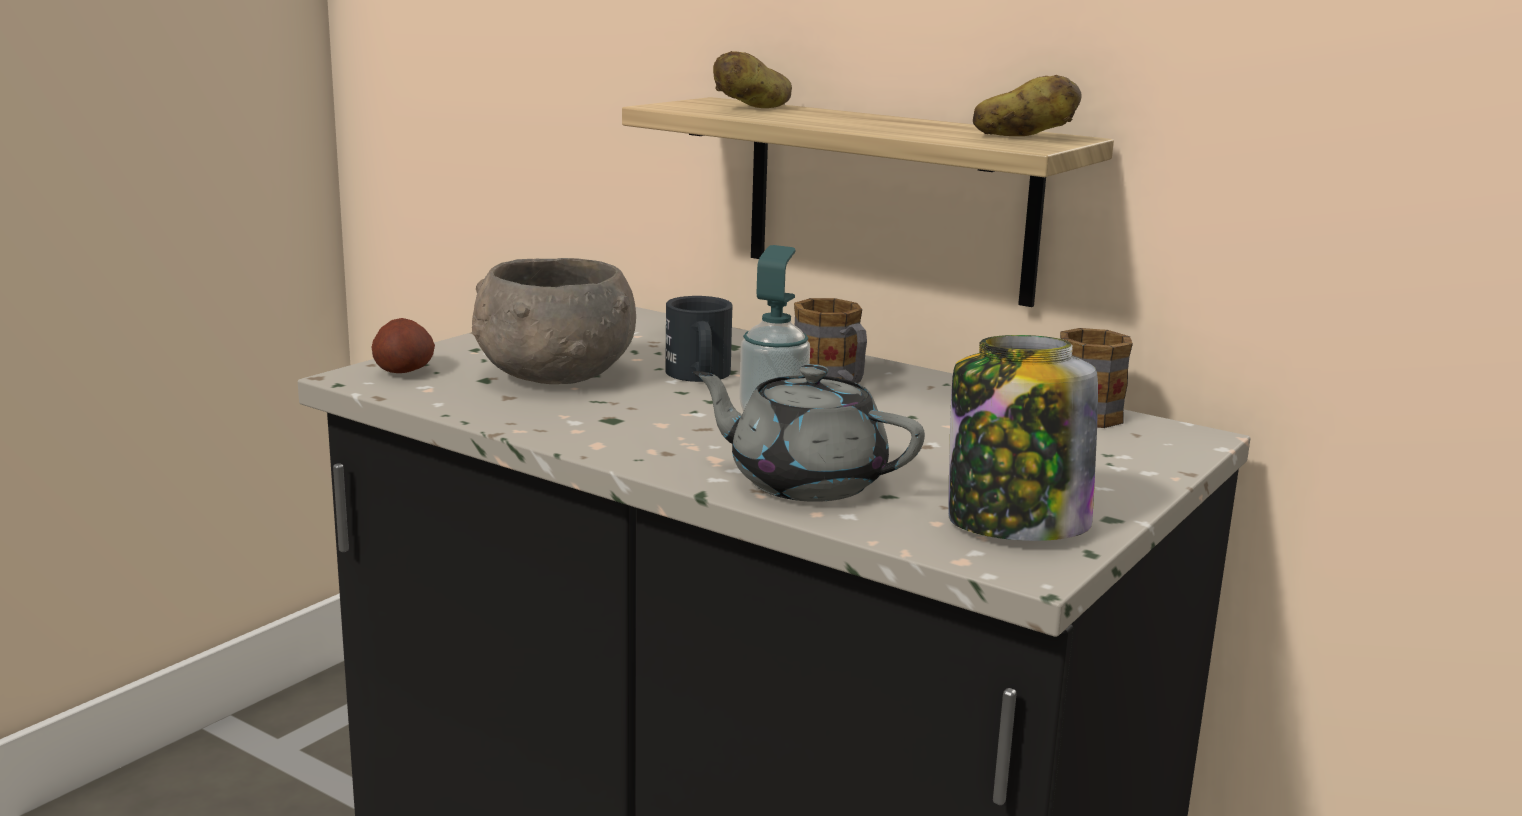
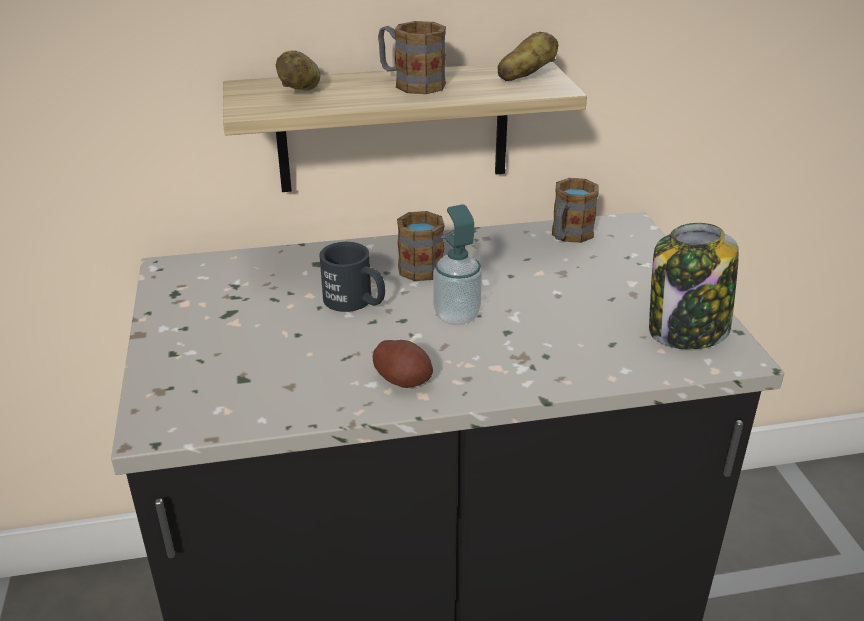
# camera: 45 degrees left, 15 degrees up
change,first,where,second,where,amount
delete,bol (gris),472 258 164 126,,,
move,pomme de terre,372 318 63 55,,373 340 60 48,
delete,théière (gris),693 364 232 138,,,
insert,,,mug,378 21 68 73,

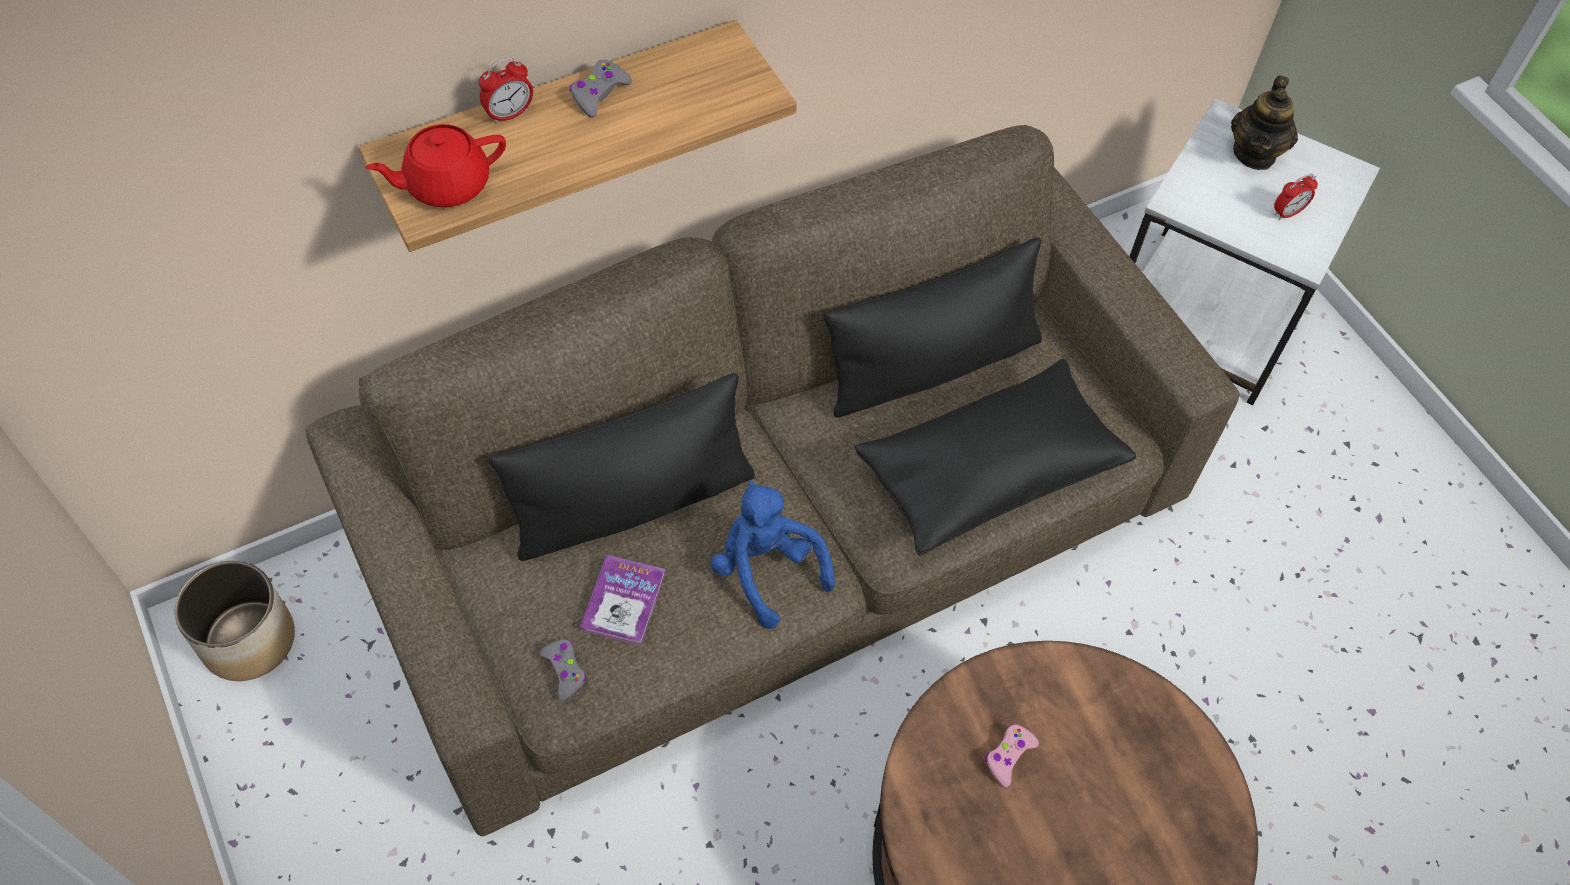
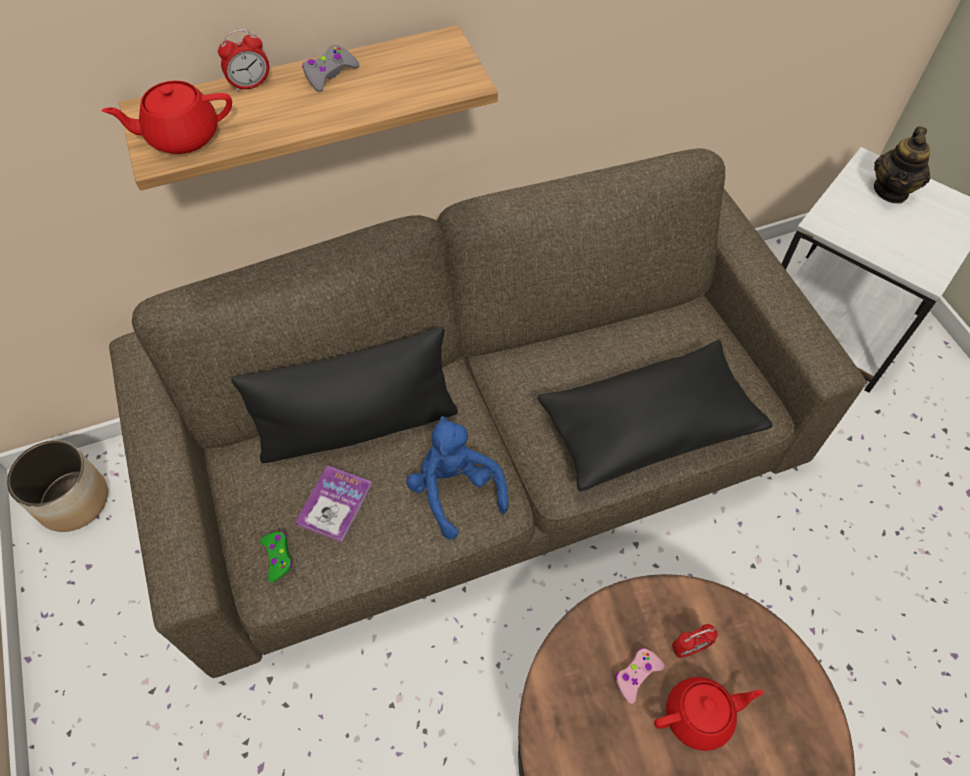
# camera: 10 degrees right, 0 degrees up
change,first,where,second,where,amount
move,réveil,1274 174 44 46,,672 624 46 34,
delete,coussin (noir),823 237 219 180,,,
recolor,manette (gris),540 640 46 61,manette (vert),260 532 33 50,
insert,,,théière (rouge),654 677 110 74,

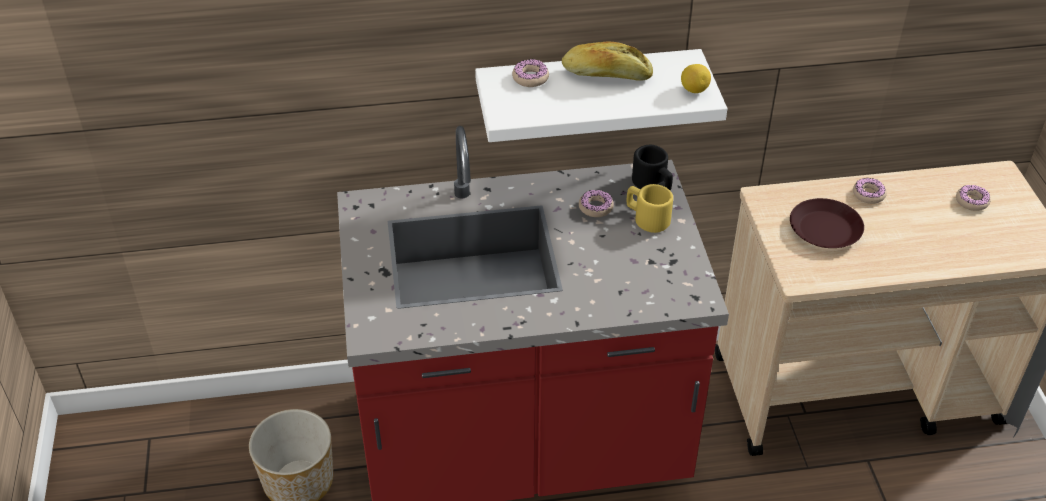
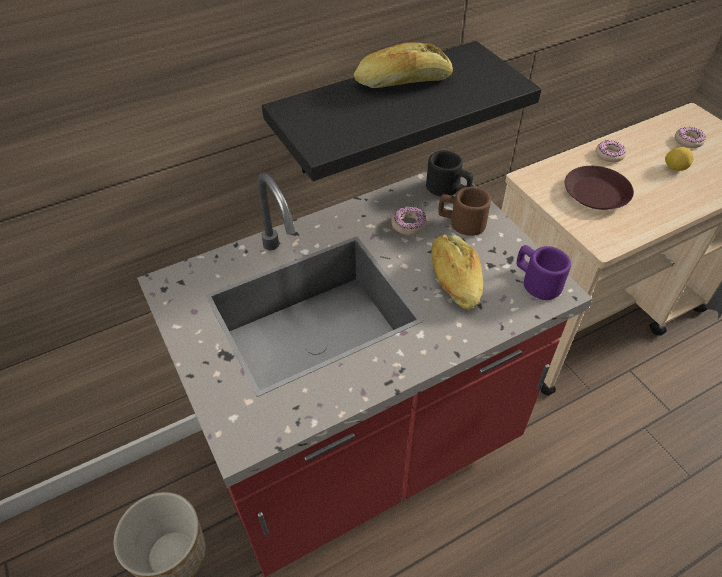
# camera: 20 degrees left, 5 degrees up
change,first,where,second,where,amount
recolor,étagère (blanc),475 49 252 93,étagère (noir),262 41 280 140,
delete,beignet,512 59 37 28,,,
move,citron,681 64 30 29,,665 147 29 24,
recolor,mug (jaune),627 184 46 49,mug (marron),439 187 52 49,
insert,,,pain,432 235 51 75,
insert,,,mug (violet),517 245 54 55,

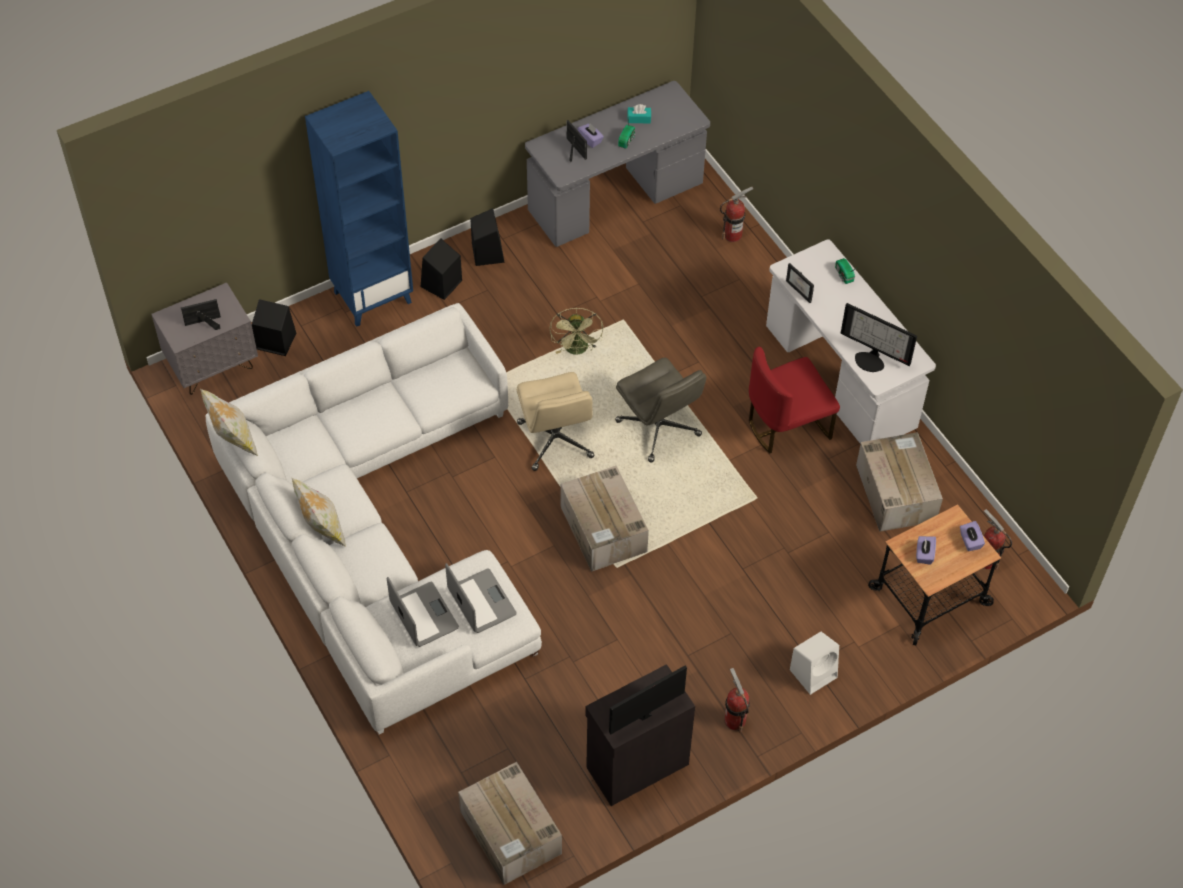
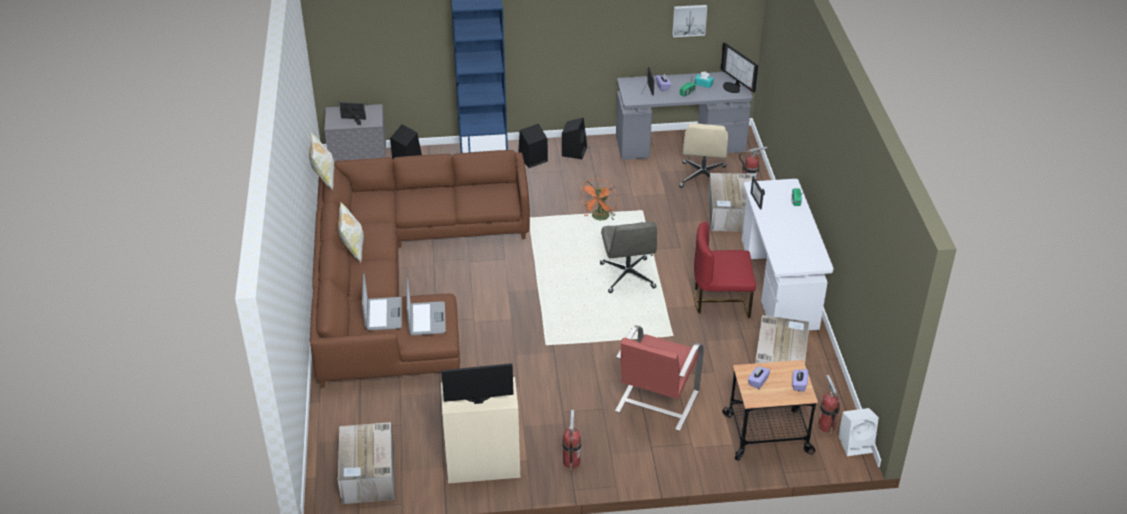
# camera: 25 degrees right, 15 degrees down
change,first,where,second,where,amount
recolor,canapé (blanc),206 303 336 432,canapé (marron),310 150 220 238,
move,écran d'ordinateur,841 303 76 69,,721 42 37 51,
recolor,ventilateur (vert),549 308 54 47,ventilateur (orange),579 178 39 43,
move,chaise de bureau (beige),517 372 77 99,,679 123 49 65,
move,carton,560 466 89 106,,708 173 44 59,
move,enceinte (blanc),790 632 49 63,,838 408 41 48,
recolor,meuble de rangement (noir),585 664 110 142,meuble de rangement (beige),441 377 79 106,
insert,,,tableau,672 5 35 32,
insert,,,fauteuil (rouge),615 325 89 106,

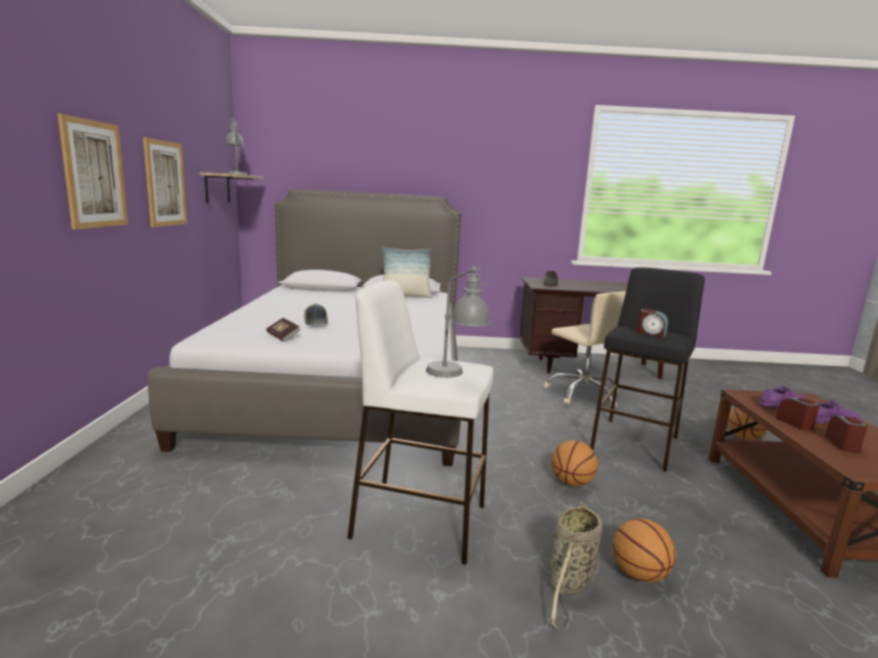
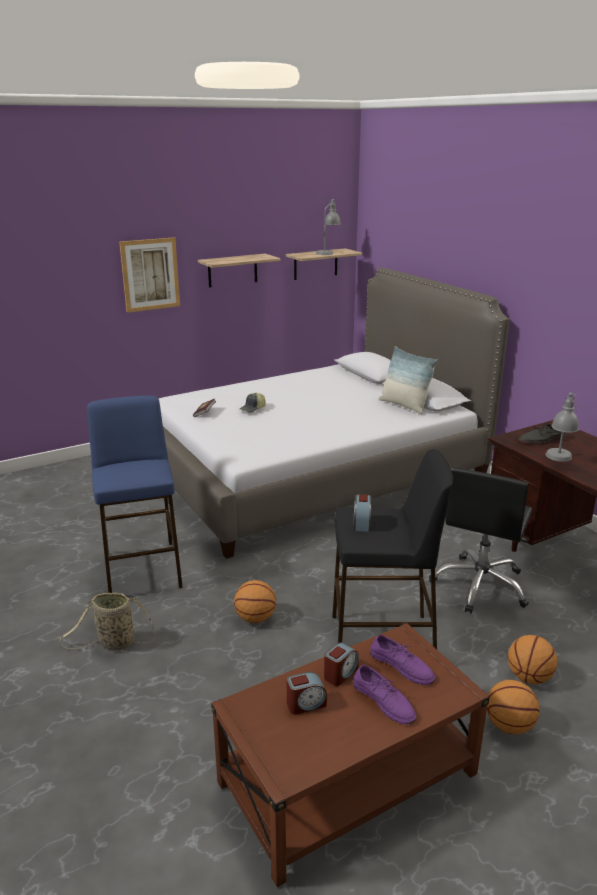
# camera: 60 degrees right, 10 degrees up
change,first,where,second,where,amount
replace,tableau,143 137 44 91,étagère,198 254 83 34,
move,lampe de table (gris),426 266 64 112,,545 392 34 70,
recolor,tabouret (blanc),347 280 146 285,tabouret (bleu),87 396 96 197,
recolor,chaise de bureau (beige),544 291 82 116,chaise de bureau (noir),429 468 103 145,
move,ballon de basket,612 518 64 65,,508 635 49 49,

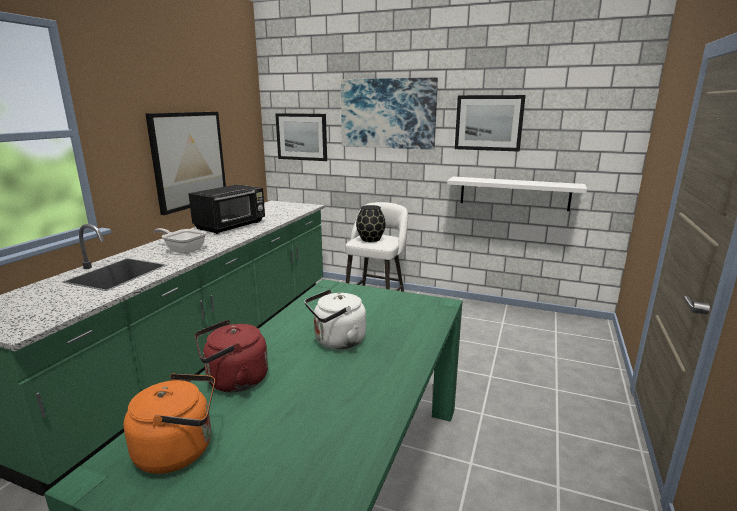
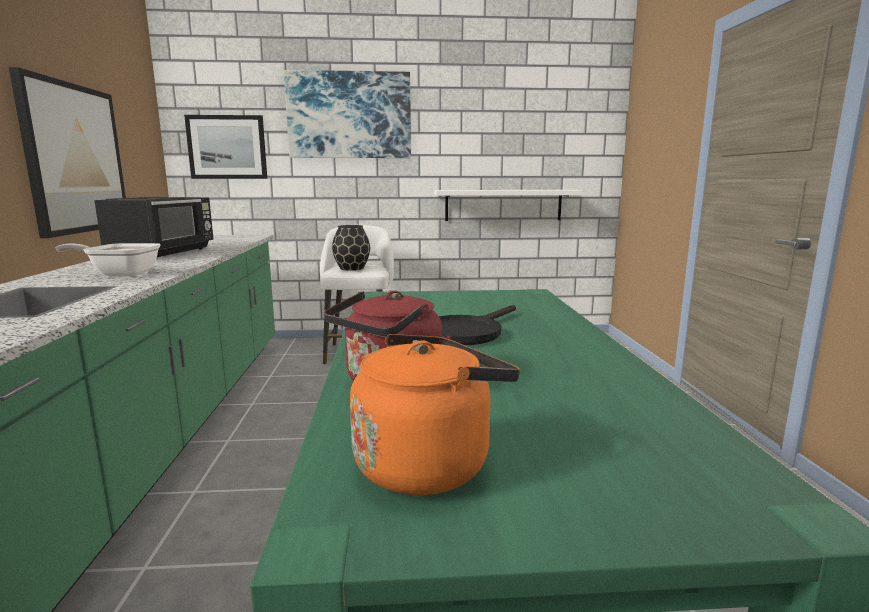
# camera: 25 degrees left, 5 degrees down
change,first,where,second,where,amount
delete,tableau,455 95 71 57,,,
replace,bouilloire (blanc),304 289 62 60,poêle (noir),439 305 77 40,

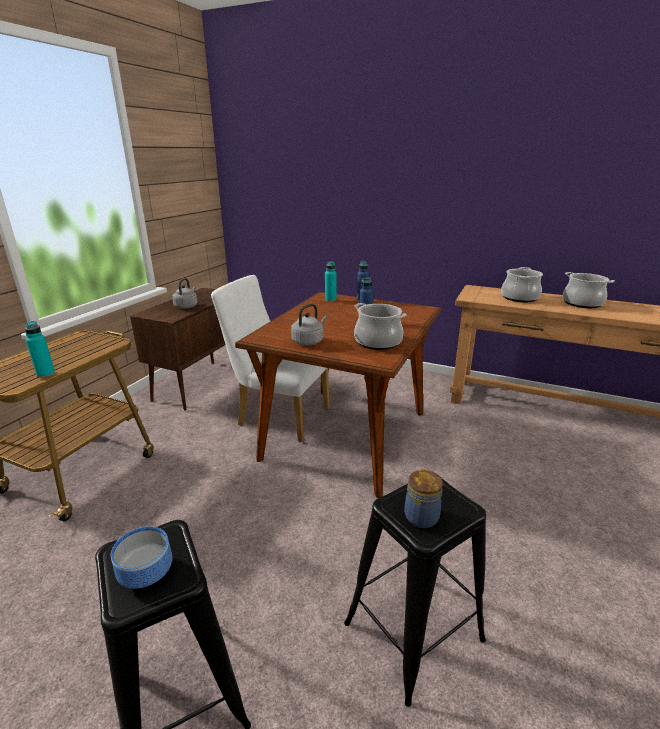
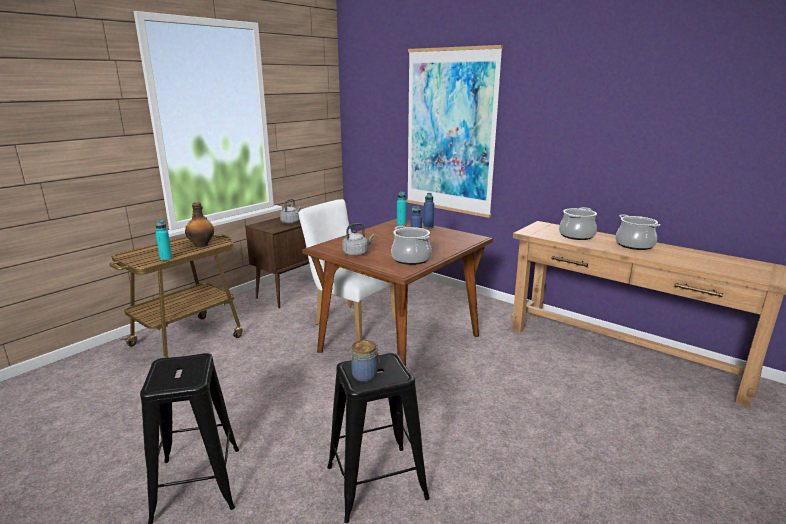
# camera: 15 degrees right, 5 degrees down
change,first,where,second,where,amount
delete,bol,111 526 61 63,,,
insert,,,tableau,407 45 96 173,
insert,,,bouteille,185 202 29 46,

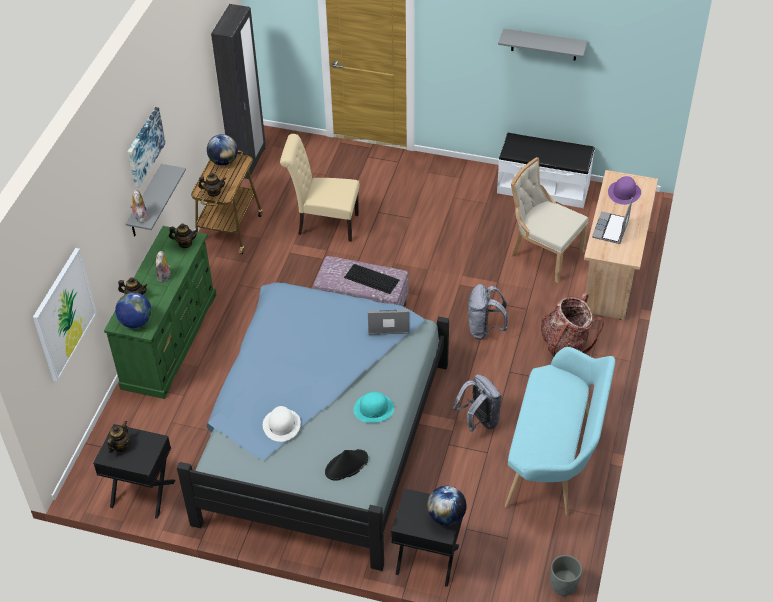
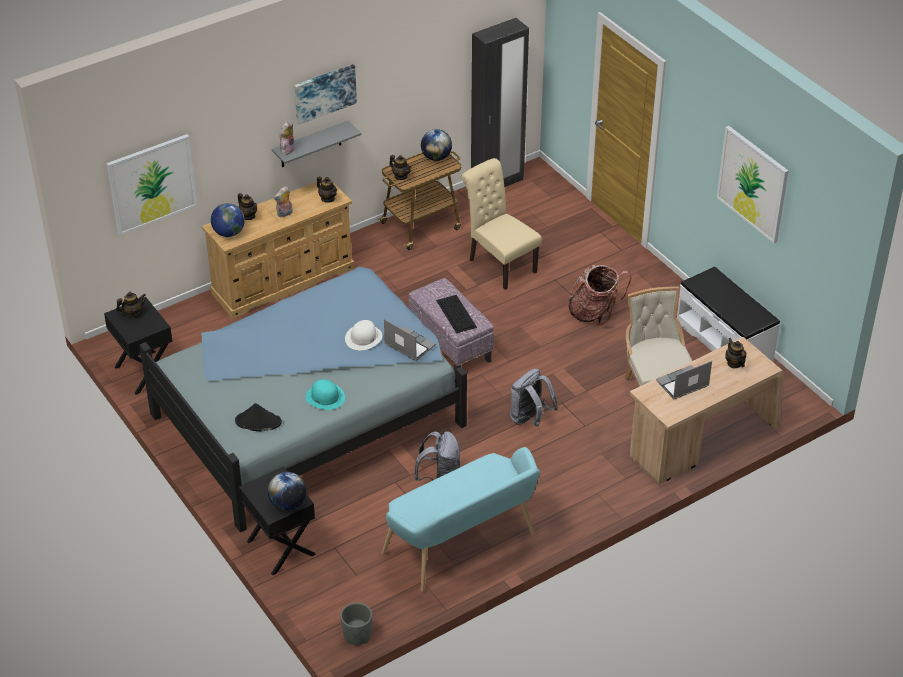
# camera: 40 degrees right, 5 degrees down
change,first,where,second,where,amount
replace,étagère (gris),498 28 89 33,tableau,717 126 71 117,
replace,chapeau (violet),608 176 33 29,théière,725 338 21 31,
recolor,commode (vert),104 226 112 173,commode (beige),202 179 152 140,
move,sac à dos,541 292 63 65,,568 265 64 61,
move,chapeau (blanc),263 406 38 36,,345 320 37 30,

